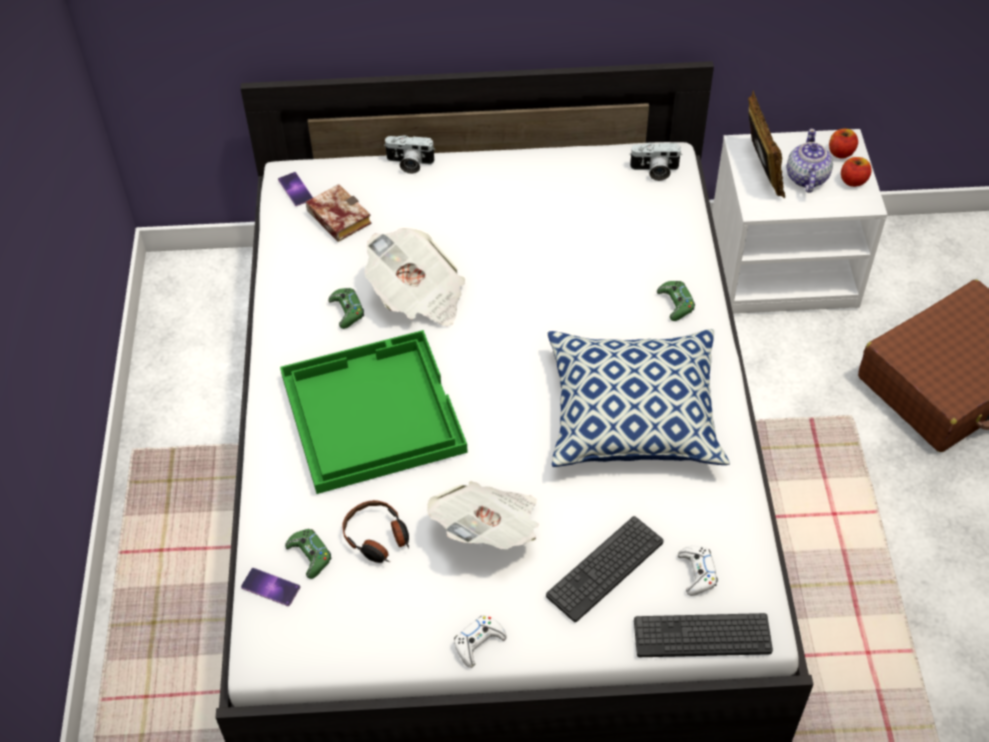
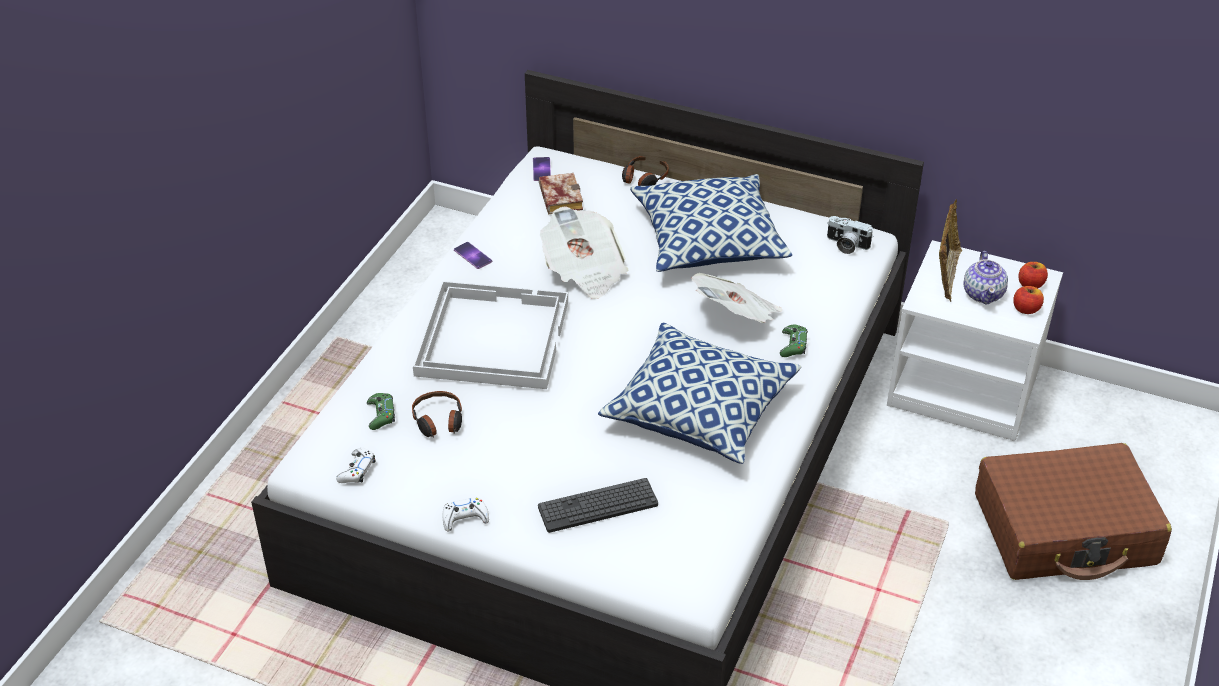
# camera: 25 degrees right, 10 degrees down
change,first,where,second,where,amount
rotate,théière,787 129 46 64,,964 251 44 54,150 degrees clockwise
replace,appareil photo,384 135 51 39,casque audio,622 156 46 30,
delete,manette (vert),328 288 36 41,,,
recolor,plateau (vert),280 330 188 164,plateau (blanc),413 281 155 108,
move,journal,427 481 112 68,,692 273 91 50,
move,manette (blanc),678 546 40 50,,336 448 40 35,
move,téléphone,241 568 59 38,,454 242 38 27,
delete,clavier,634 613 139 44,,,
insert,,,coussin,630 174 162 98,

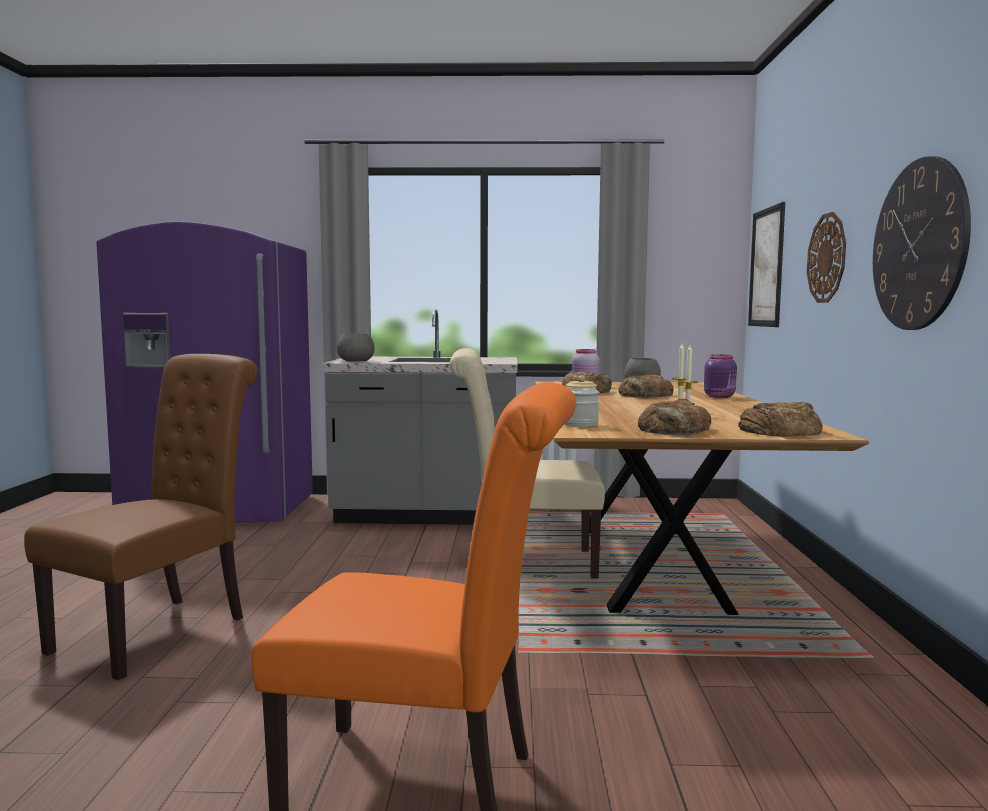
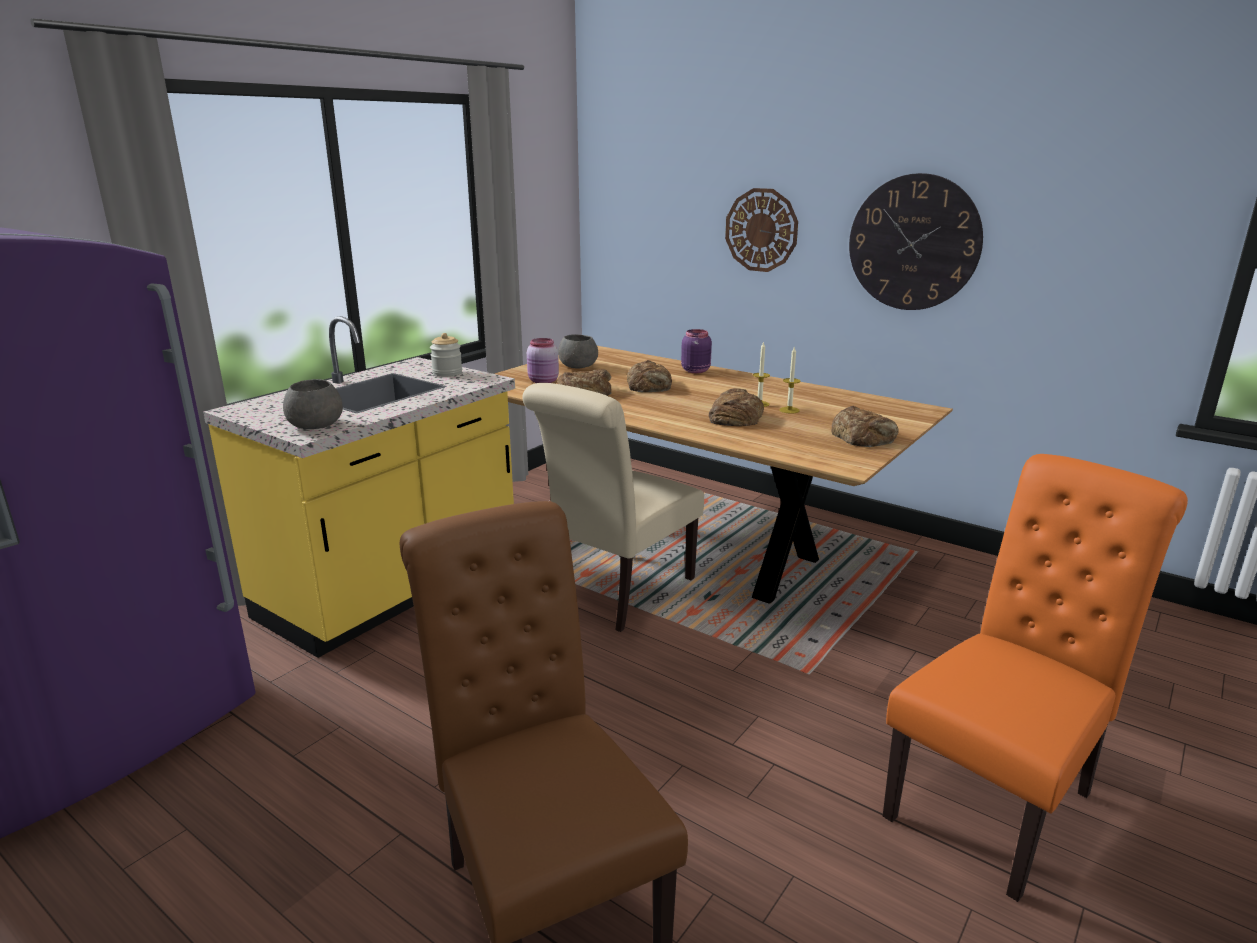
# camera: 55 degrees left, 15 degrees up
change,first,where,second,where,amount
delete,tableau,748 202 37 125,,,
recolor,comptoir de cuisine (gris),322 309 195 216,comptoir de cuisine (jaune),203 316 312 342,
move,bocal,564 375 35 52,,430 333 32 43,
move,pain,738 402 85 35,,709 388 55 38,

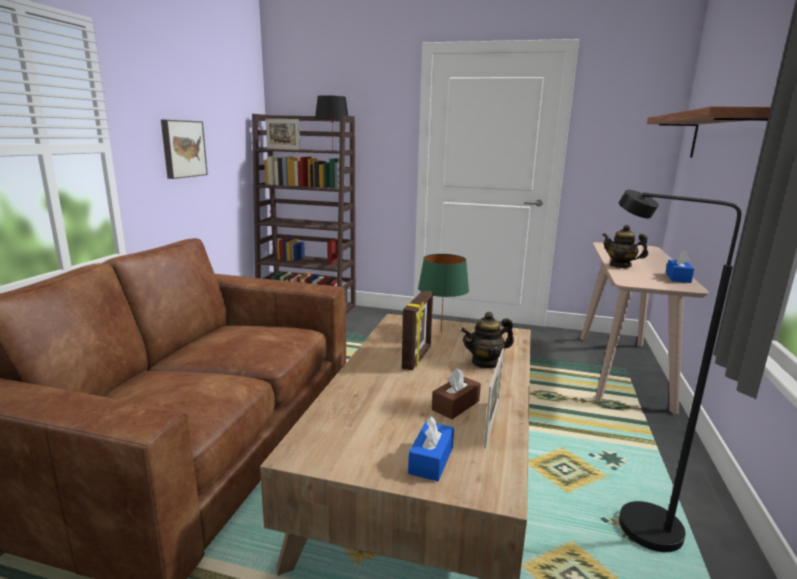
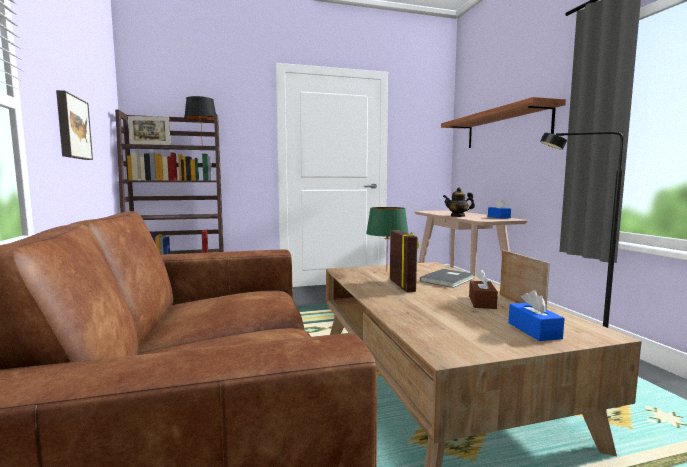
# camera: 30 degrees left, 10 degrees down
change,first,where,second,where,amount
replace,théière,461 312 53 57,livre (gris),420 269 54 19,

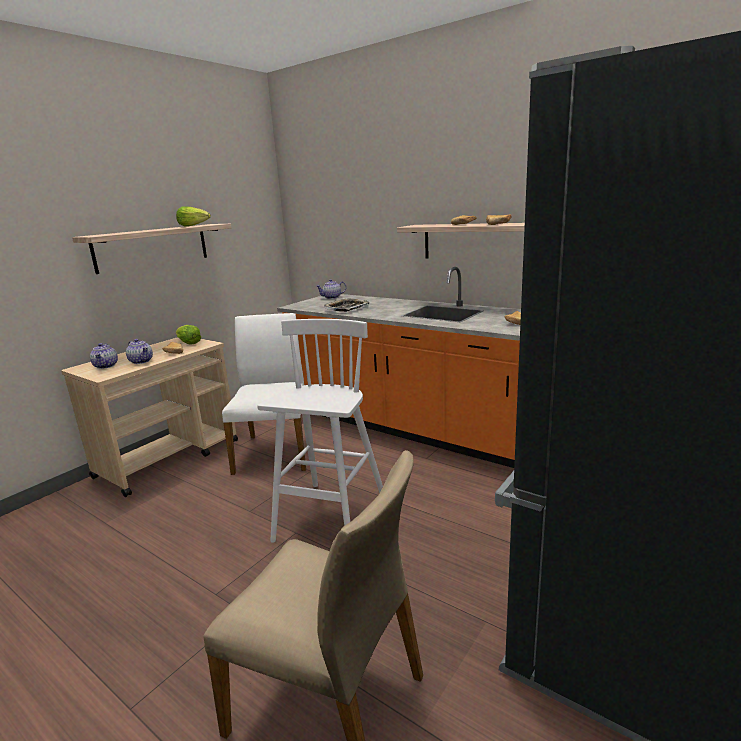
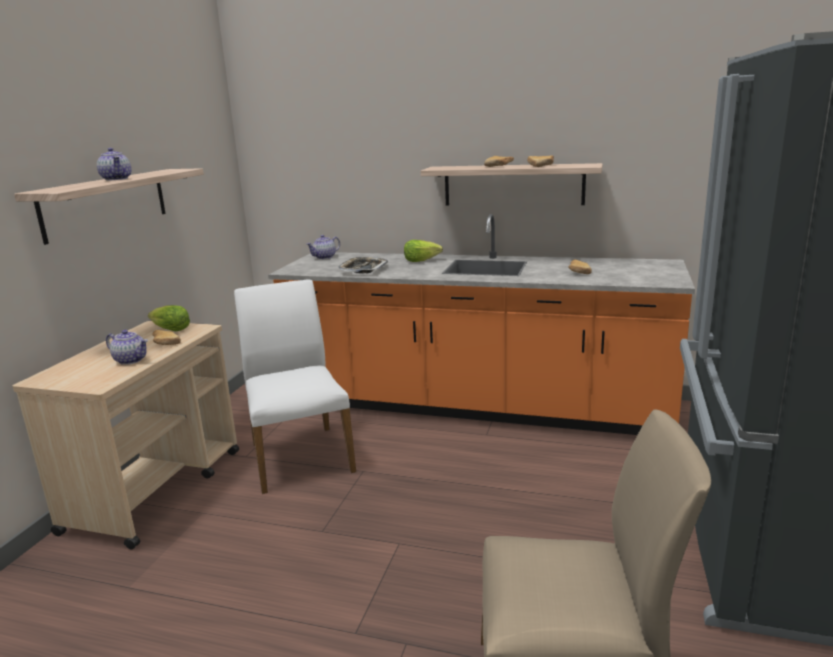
# camera: 20 degrees left, 0 degrees up
change,first,where,second,where,amount
move,laitue,176 206 35 21,,404 240 39 22,
delete,tabouret (blanc),257 319 126 224,,,
move,théière,90 343 28 26,,97 148 35 32,

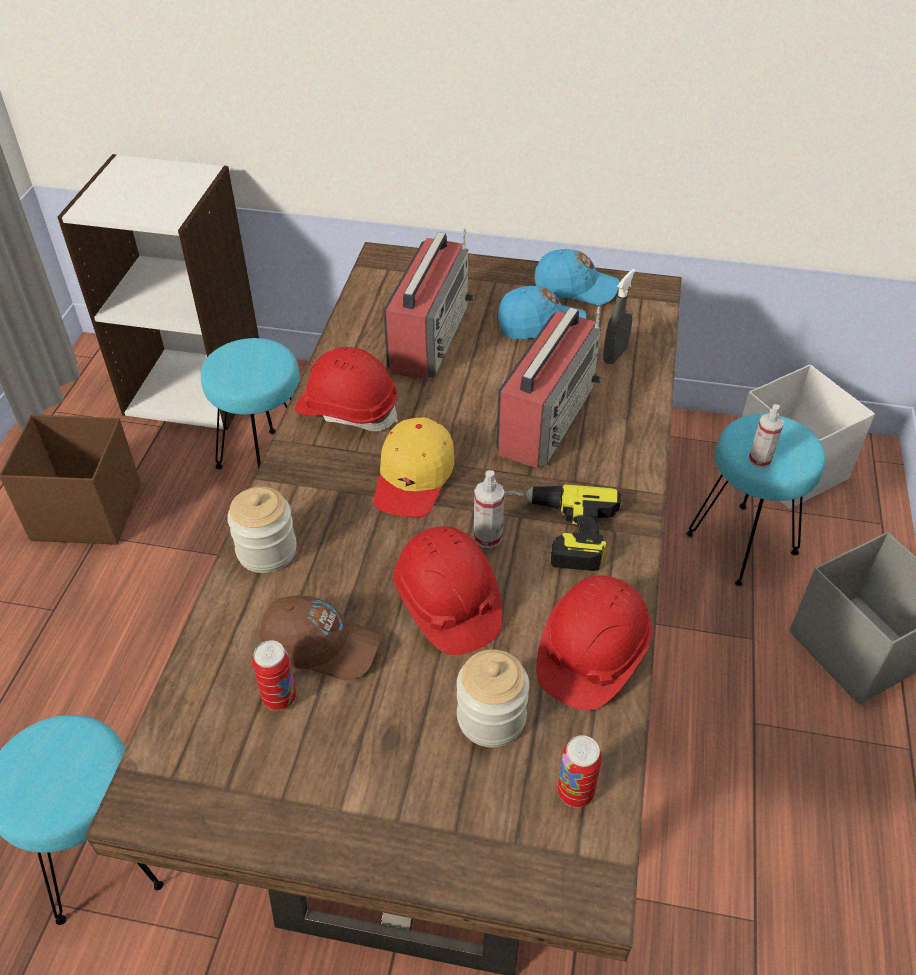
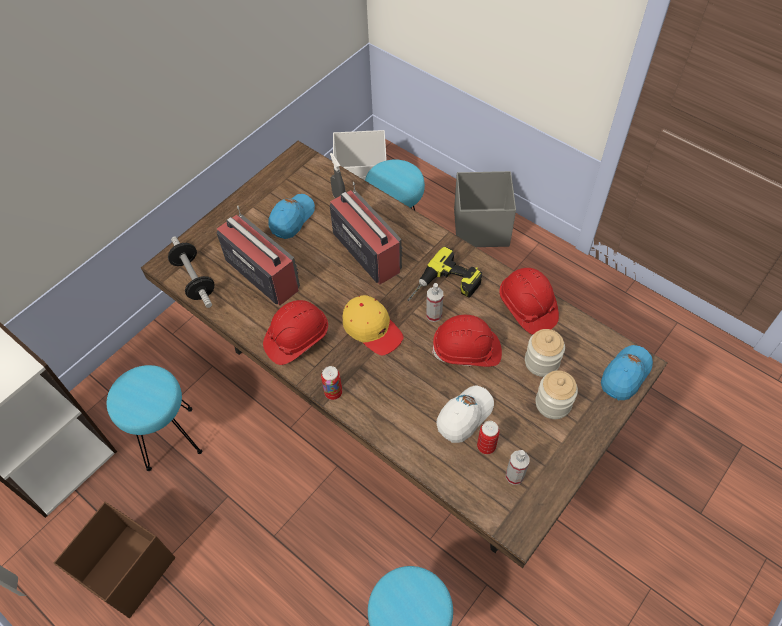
# camera: 60 degrees left, 10 degrees up
change,first,where,second,where,amount
move,casquette (bleu),535 249 84 56,,601 345 52 55,
move,vaporisateur,749 404 35 64,,506 450 24 35,
move,bocal,227 487 70 86,,536 371 42 48,
recolor,casquette (marron),260 595 121 86,casquette (blanc),436 385 58 58,
move,boîte métallique,557 735 45 73,,321 366 21 34,
insert,,,haltère,168 236 47 72,

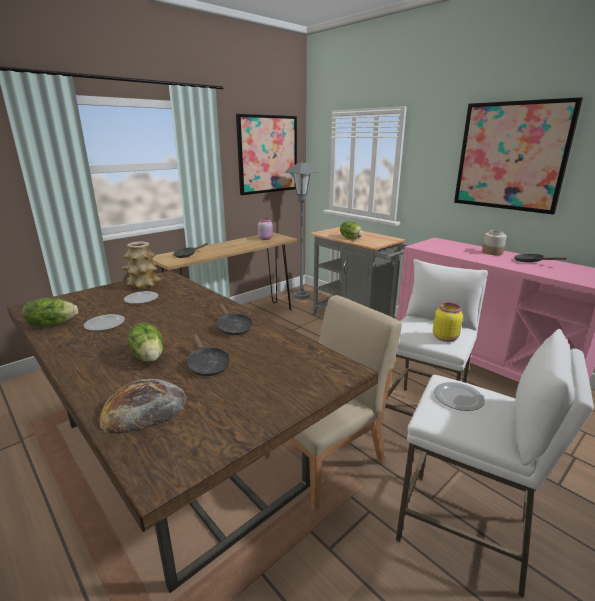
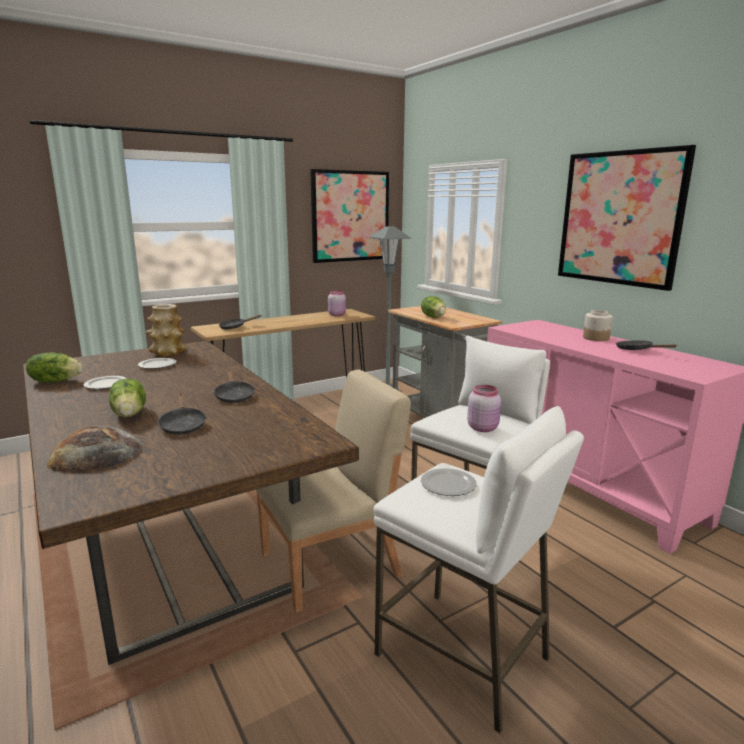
# camera: 10 degrees right, 5 degrees down
change,first,where,second,where,amount
recolor,bocal (jaune),433 303 30 39,bocal (rose),467 385 34 47,

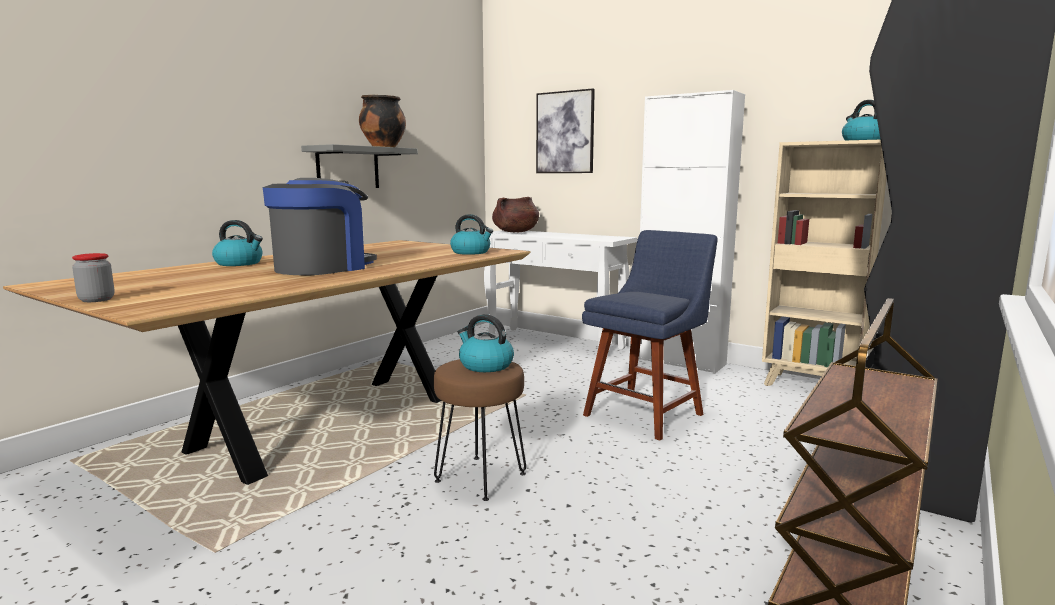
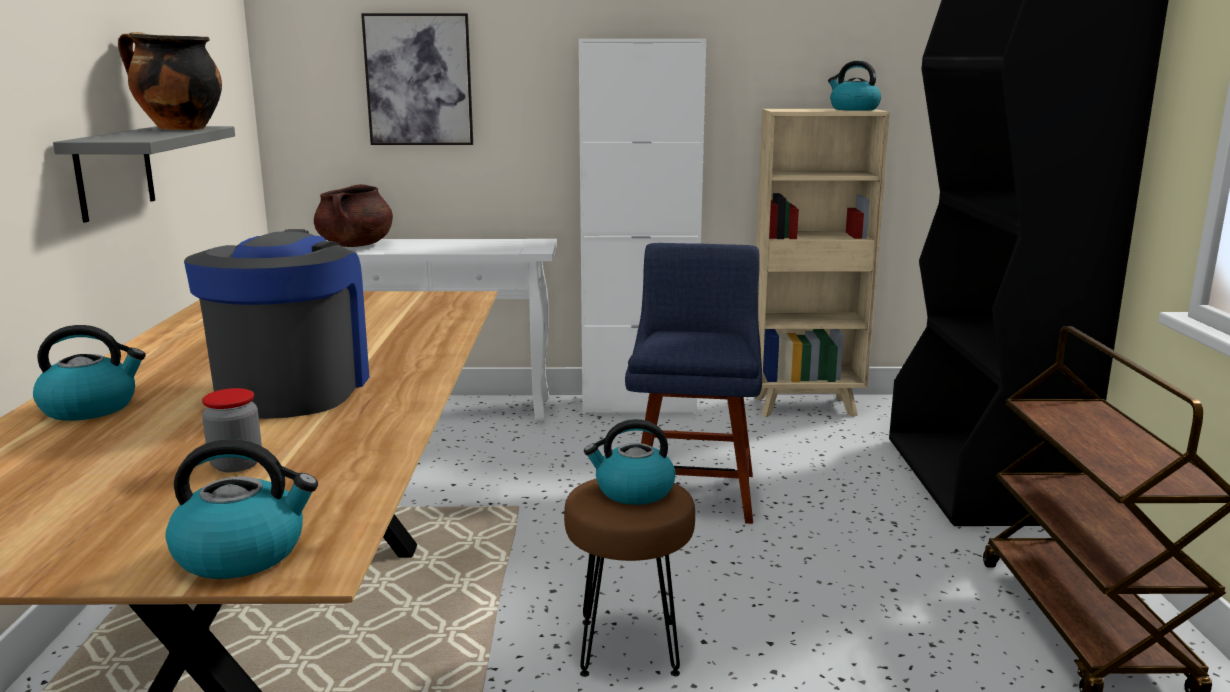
# camera: 35 degrees left, 5 degrees up
change,first,where,second,where,amount
move,bouilloire,450 214 43 41,,165 439 153 140,
move,bocal,72 253 42 49,,202 388 60 84,

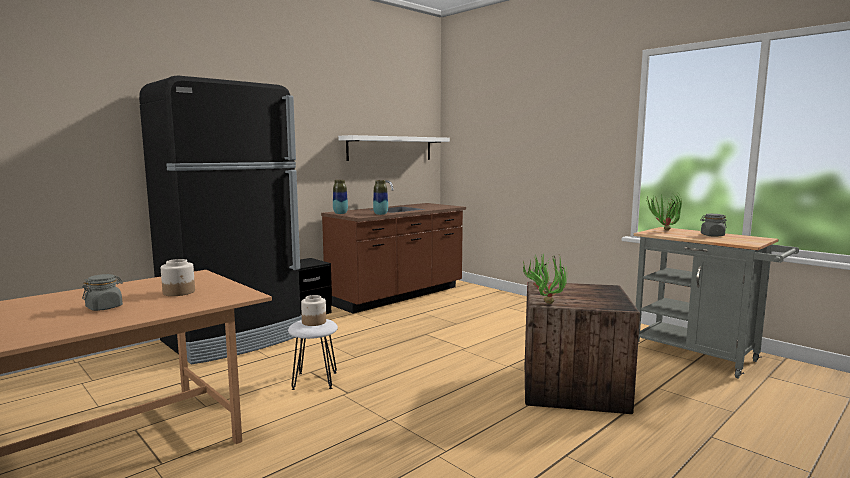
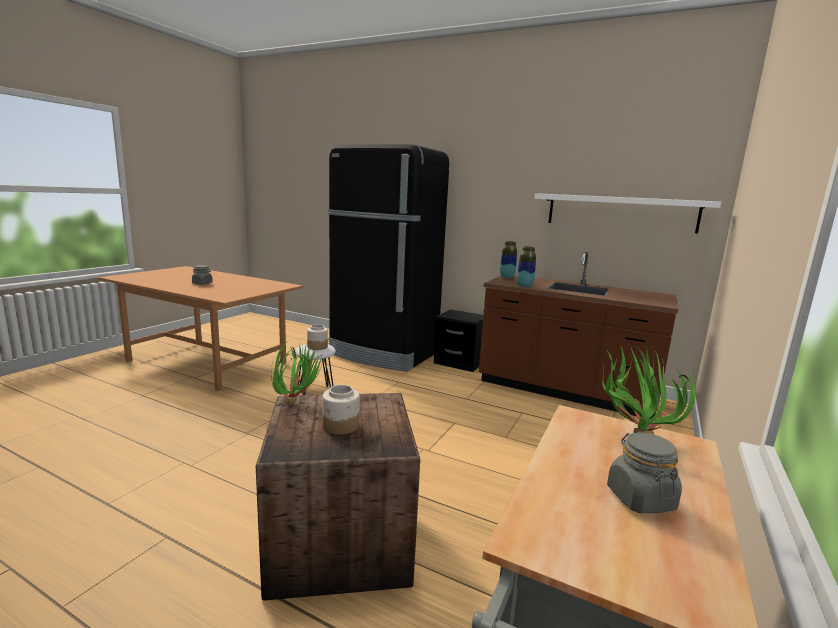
# camera: 70 degrees right, 5 degrees up
change,first,where,second,where,amount
move,bocal,161 259 34 37,,322 385 38 50,

